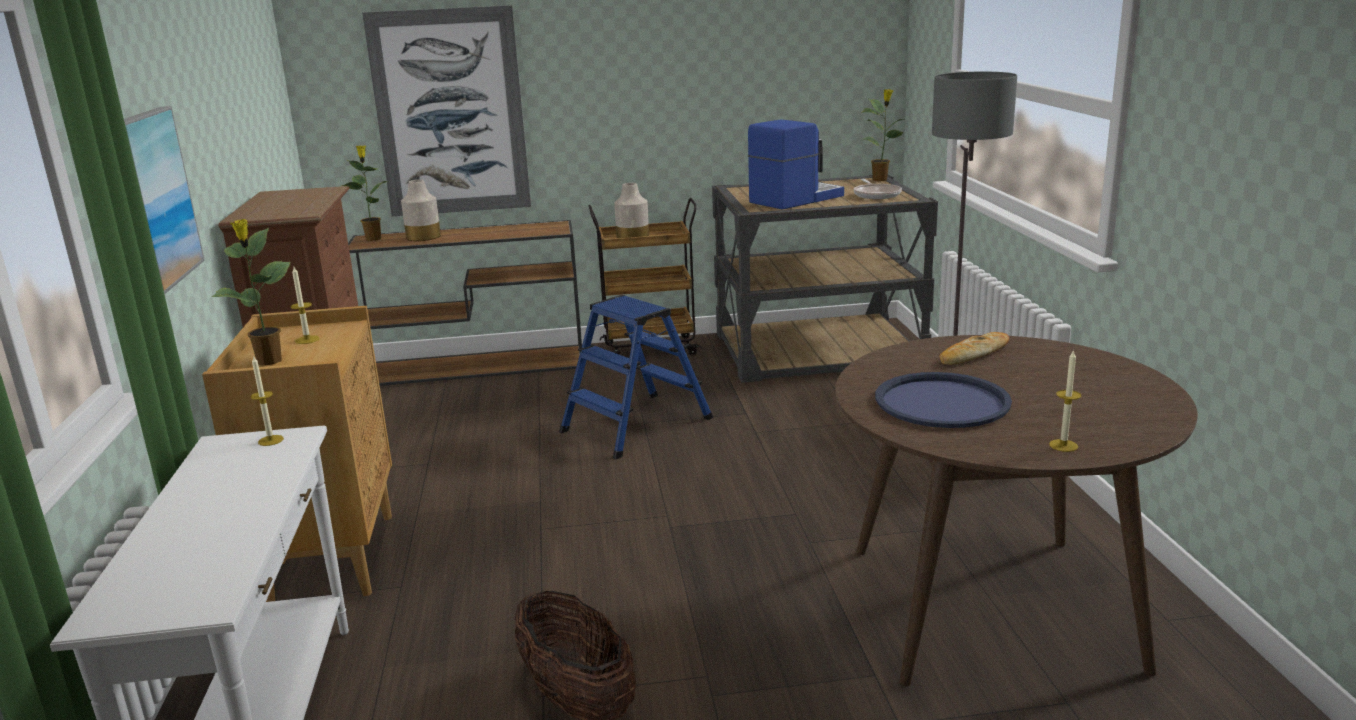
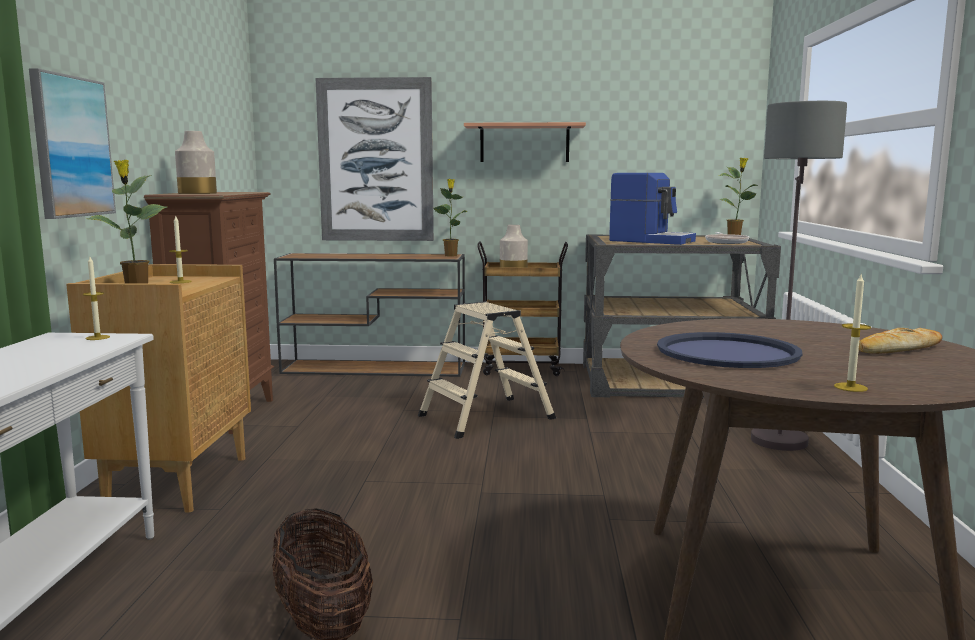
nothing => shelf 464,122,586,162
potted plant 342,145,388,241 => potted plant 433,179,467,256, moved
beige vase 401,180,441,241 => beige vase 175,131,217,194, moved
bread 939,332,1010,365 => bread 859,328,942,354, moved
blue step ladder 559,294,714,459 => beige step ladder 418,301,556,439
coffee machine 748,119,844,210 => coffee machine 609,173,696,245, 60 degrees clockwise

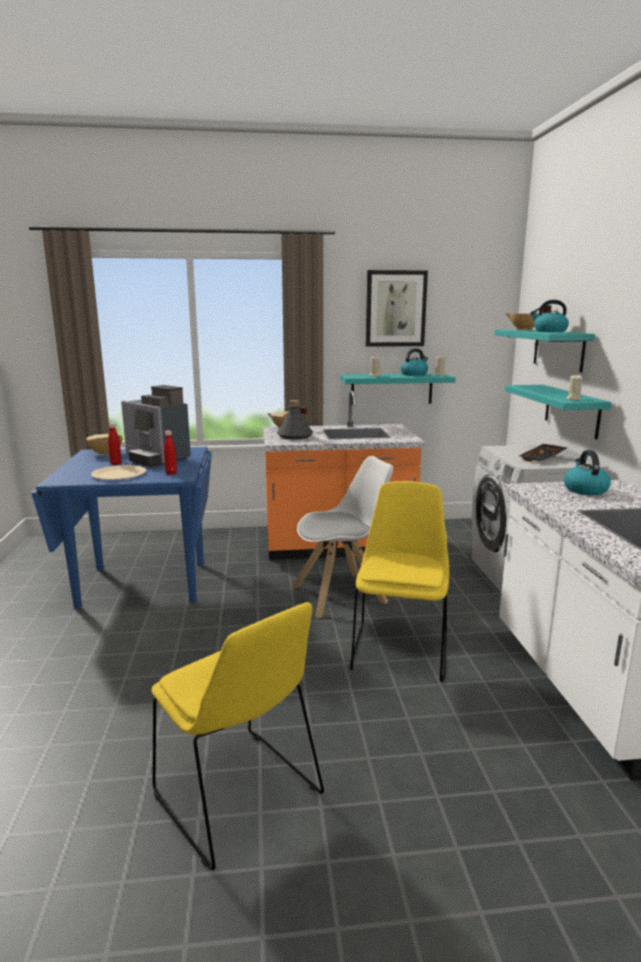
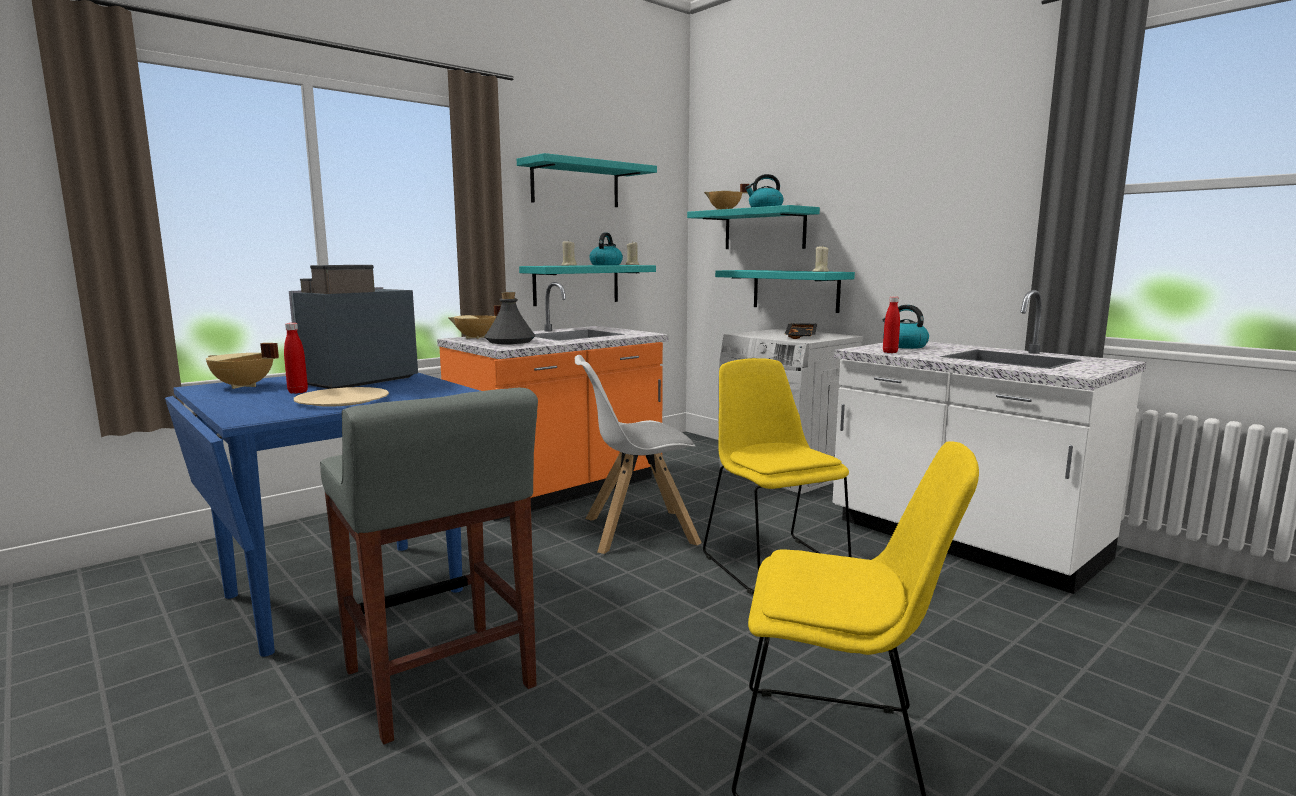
nothing => grey stool 320,388,538,744
red bottle 164,430,177,475 => red bottle 883,297,900,353, moved
picture 366,270,428,347 => turquoise shelf 517,153,657,207
coffee machine 121,385,191,467 => coffee machine 289,265,418,389, 120 degrees clockwise
chair 292,456,394,618 => chair 575,355,702,554, 135 degrees counterclockwise

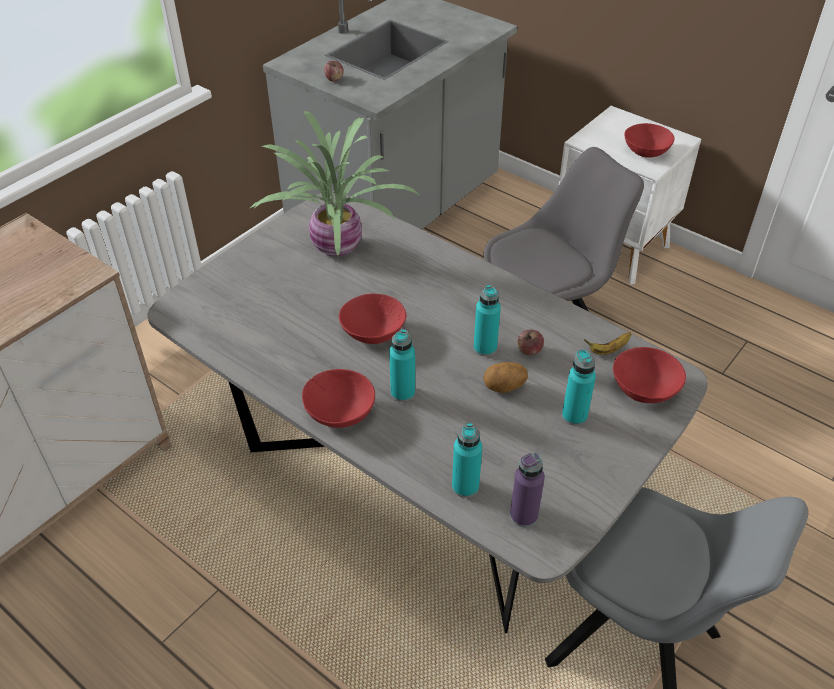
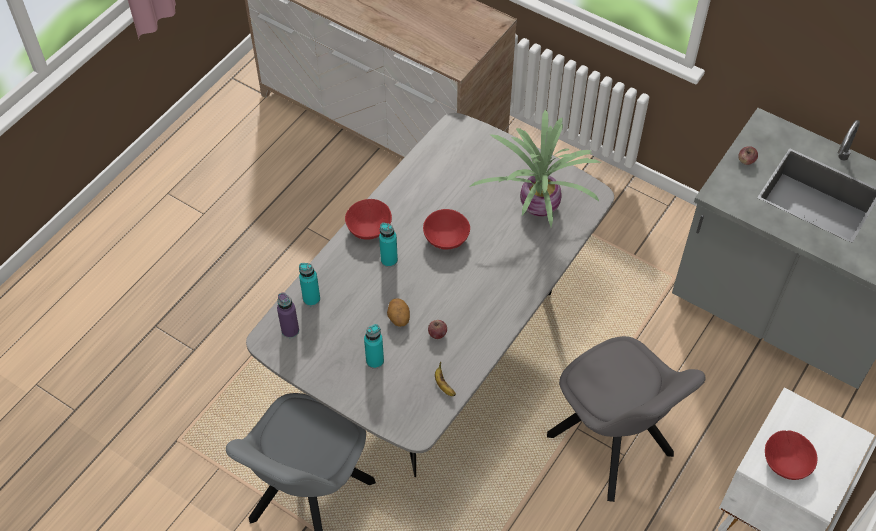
turquoise bottle 474,285,501,356 => nothing
red bowl 613,347,686,403 => nothing

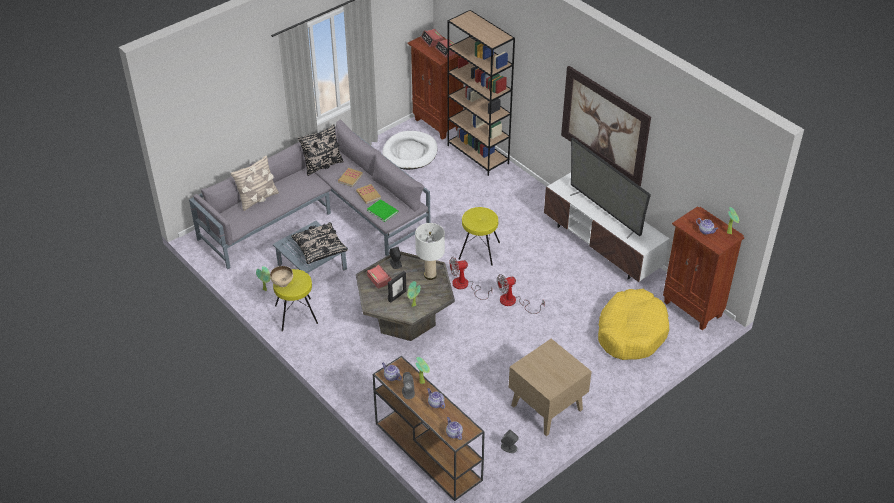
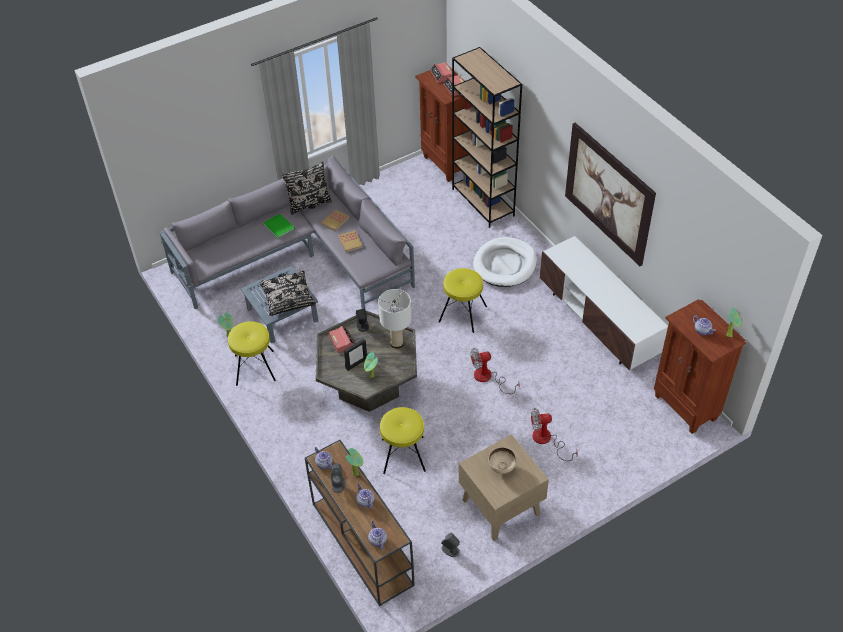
beige pillow 231,156,279,211 => nothing
television 570,138,651,239 => nothing
yellow dog bed 598,289,669,360 => nothing
nothing => yellow stool 380,407,426,474
beige bowl 270,266,293,287 => beige bowl 488,447,516,474, moved
green book 367,199,399,222 => green book 263,214,295,238, moved
white dog bed 382,131,438,170 => white dog bed 473,237,537,287, moved
fan 449,257,492,300 => fan 531,408,578,461, moved

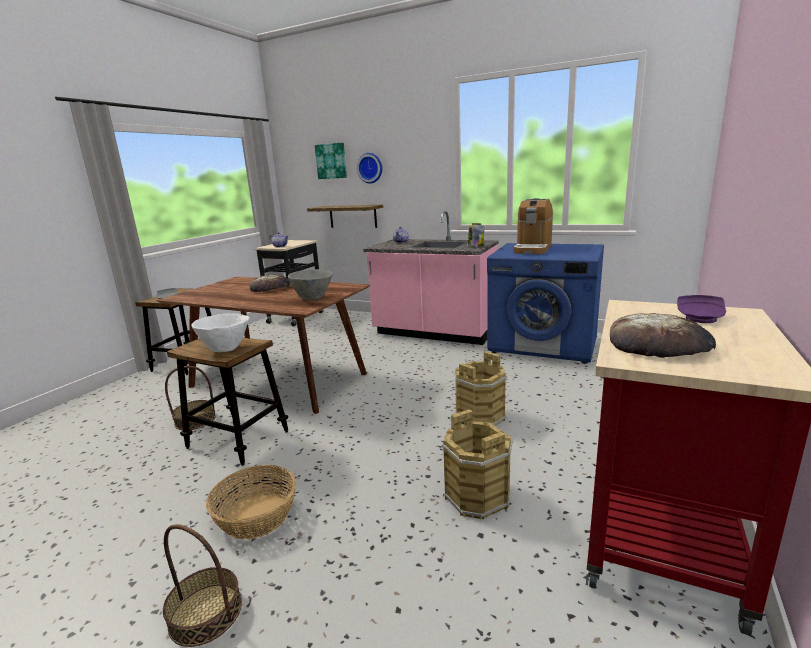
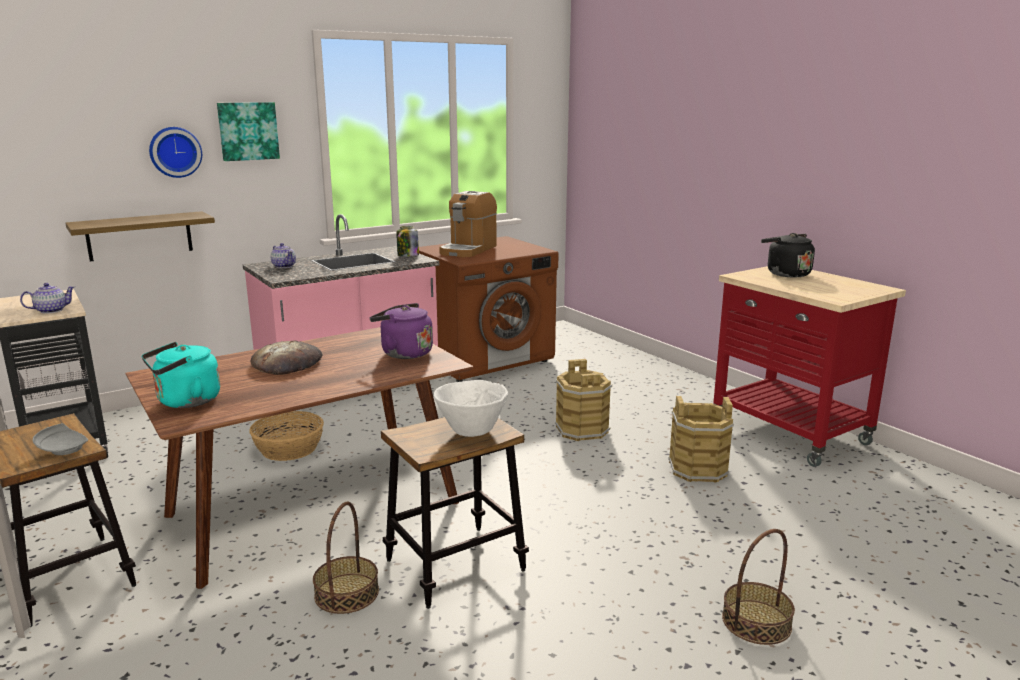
bread 610,313,716,358 => nothing
nothing => turquoise kettle 142,342,220,408
basket 206,465,296,539 => basket 249,411,324,461, moved
picture 315,143,347,179 => picture 217,102,280,161, moved
grey bowl 288,269,333,300 => purple kettle 370,303,433,359
purple plate 677,295,726,323 => black kettle 761,233,815,278
blue washing machine 487,243,604,364 => brown washing machine 419,236,559,382
coffee machine 513,198,553,254 => coffee machine 439,191,497,257, 60 degrees clockwise

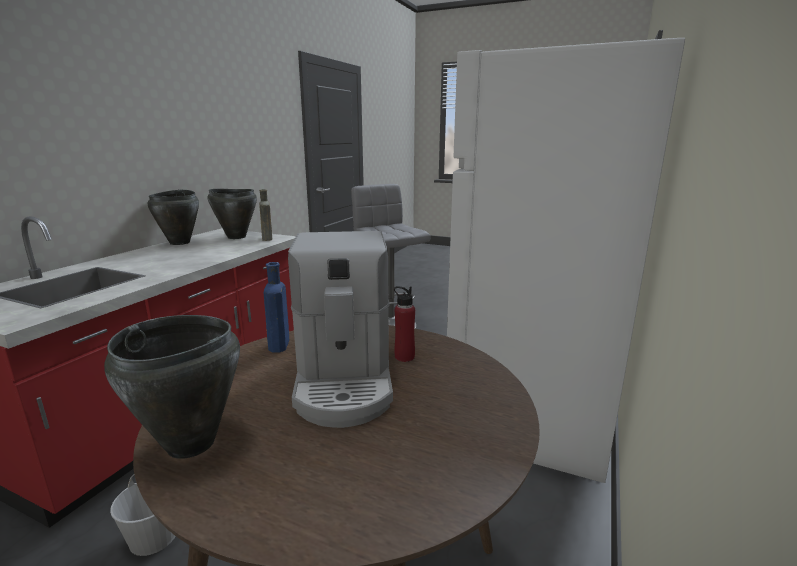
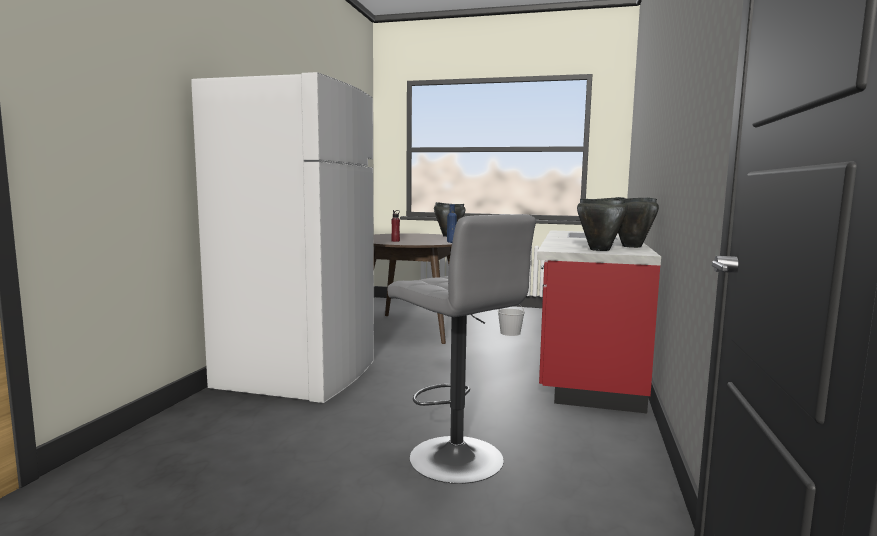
brown bottle 259,189,272,241 => nothing
coffee machine 288,231,393,428 => nothing

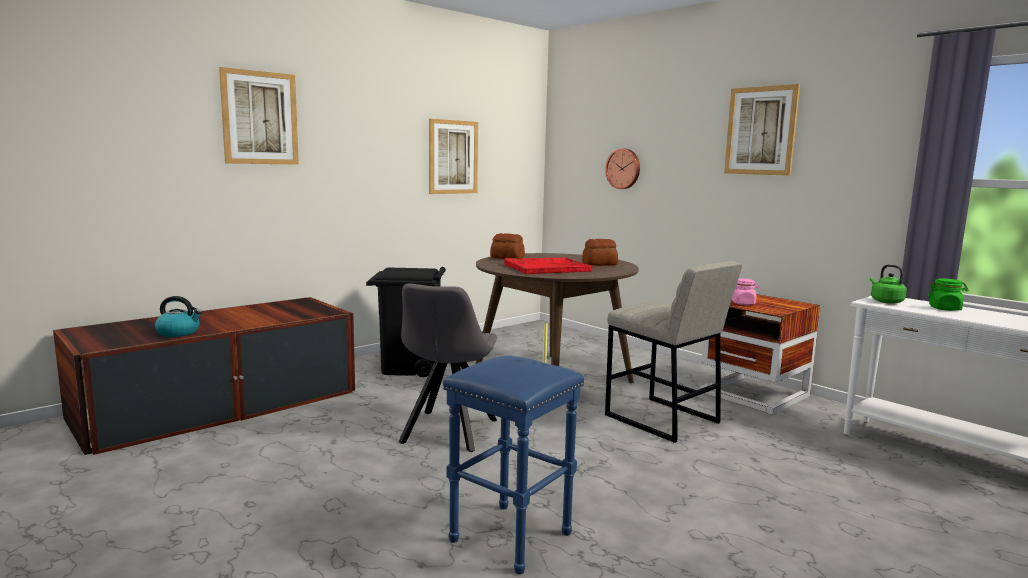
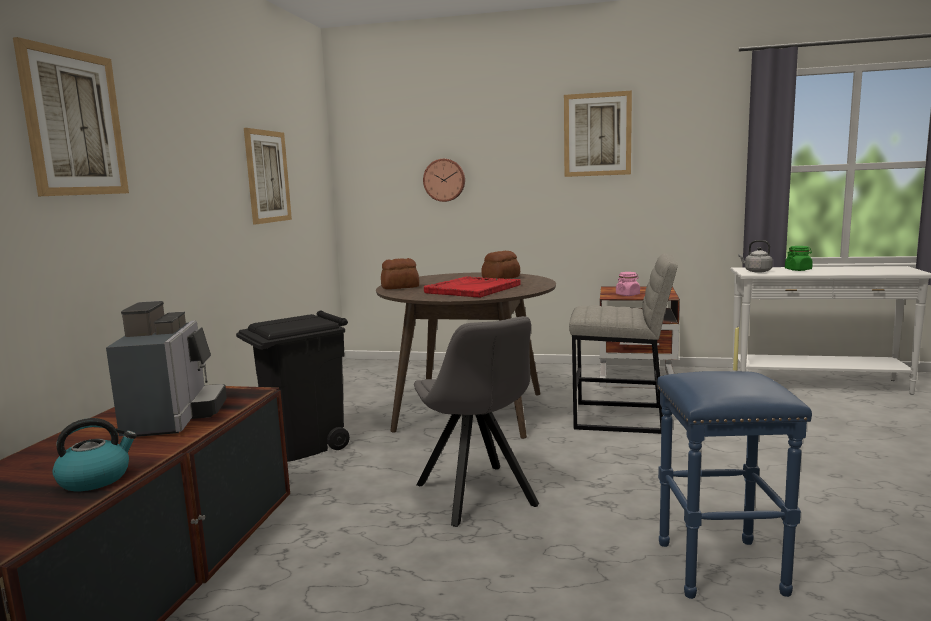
nothing => coffee machine 106,301,227,437
green kettle 870,264,907,304 => grey kettle 738,240,773,273

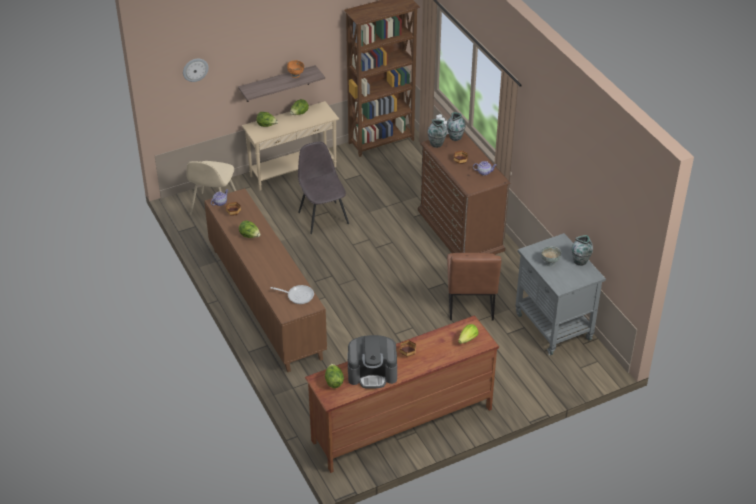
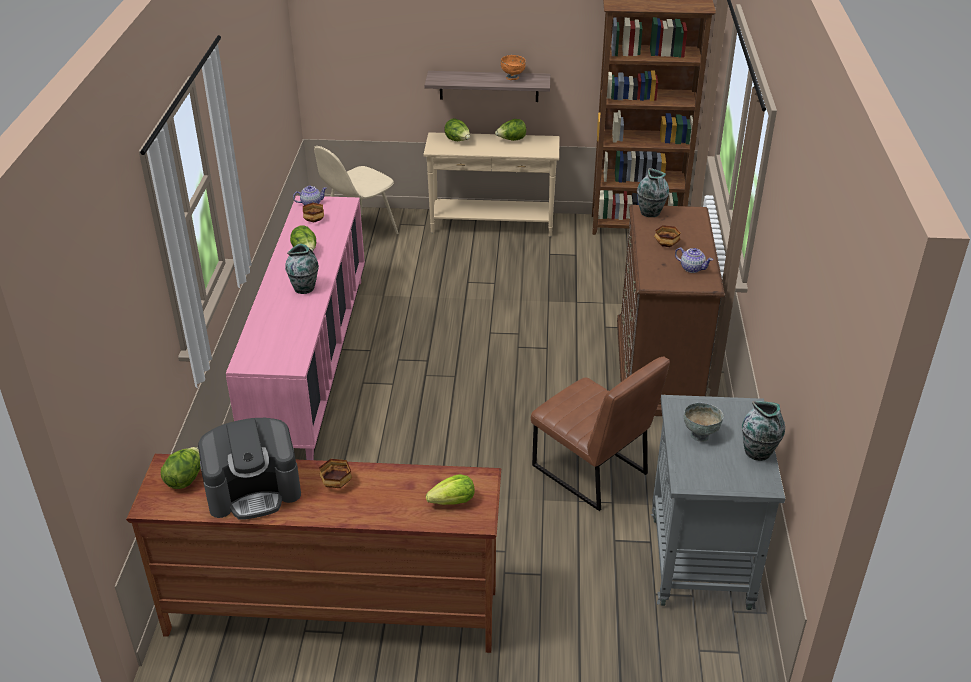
wall clock 183,59,209,82 => nothing
frying pan 270,285,314,304 => nothing
grey chair 298,142,349,234 => nothing
vase 446,112,466,141 => vase 285,244,319,294, moved
brown cabinet 205,188,327,372 => pink cabinet 226,196,365,460
coffee machine 347,335,397,389 => coffee machine 198,418,301,520, 45 degrees counterclockwise
brown chair 447,253,501,321 => brown chair 531,357,670,511, 75 degrees counterclockwise

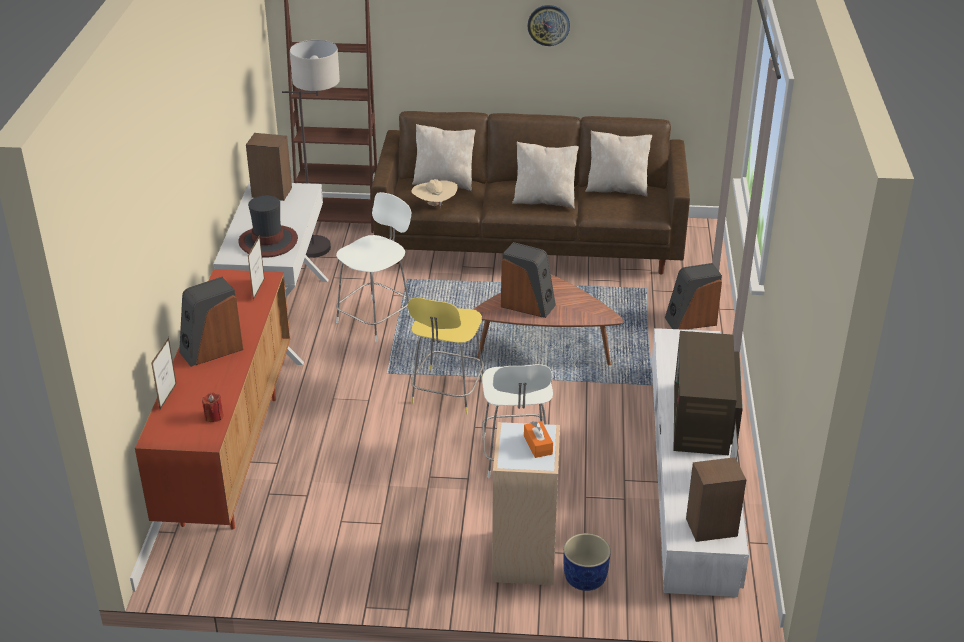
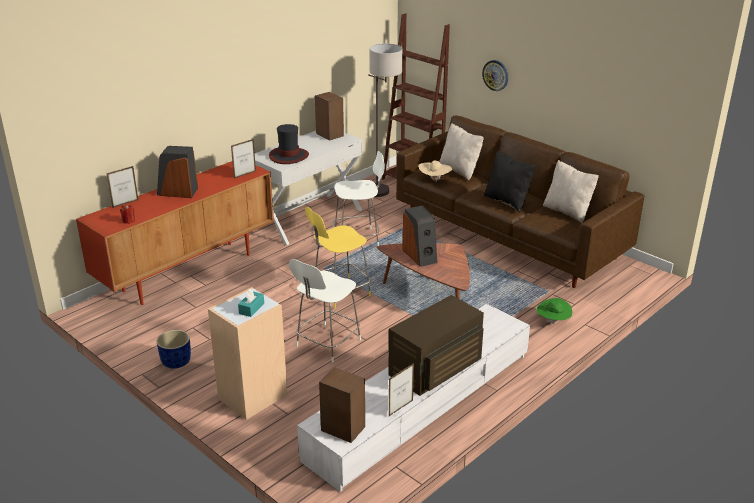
wall clock 528,5,570,46 => wall clock 482,60,508,91, moved
blue planter 564,533,611,591 => blue planter 157,330,191,369, moved
speaker 665,263,722,330 => green hat 537,298,573,324
beige pillow 512,142,579,209 => black pillow 484,151,535,212
orange tissue box 524,421,553,458 => turquoise tissue box 238,289,264,317

